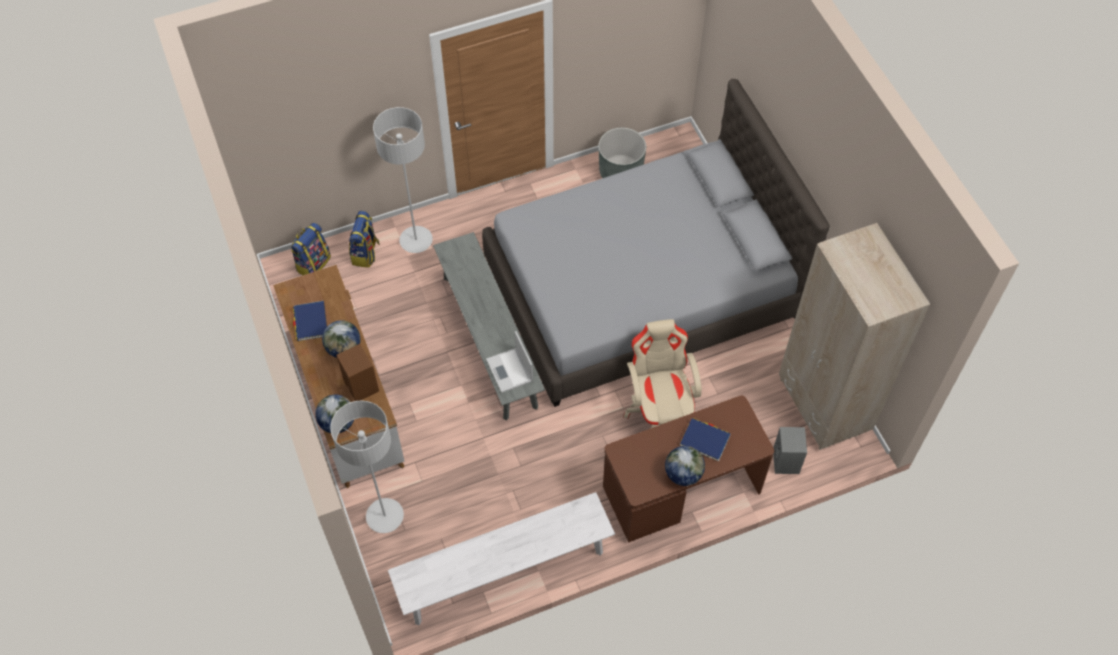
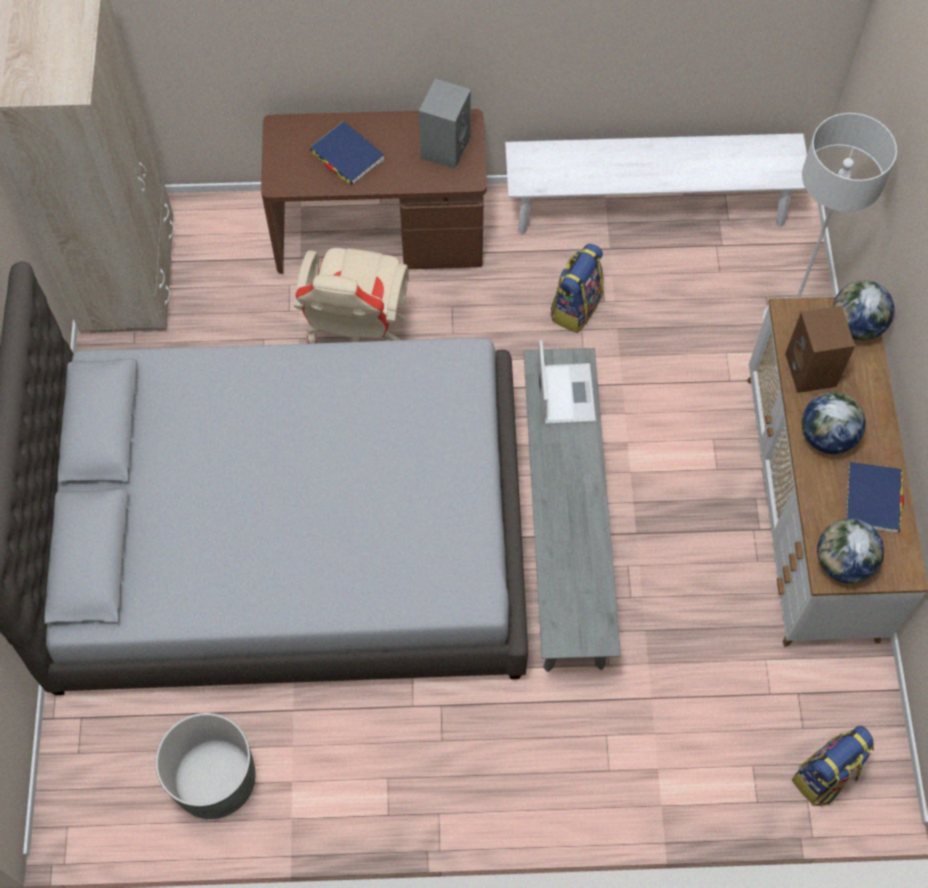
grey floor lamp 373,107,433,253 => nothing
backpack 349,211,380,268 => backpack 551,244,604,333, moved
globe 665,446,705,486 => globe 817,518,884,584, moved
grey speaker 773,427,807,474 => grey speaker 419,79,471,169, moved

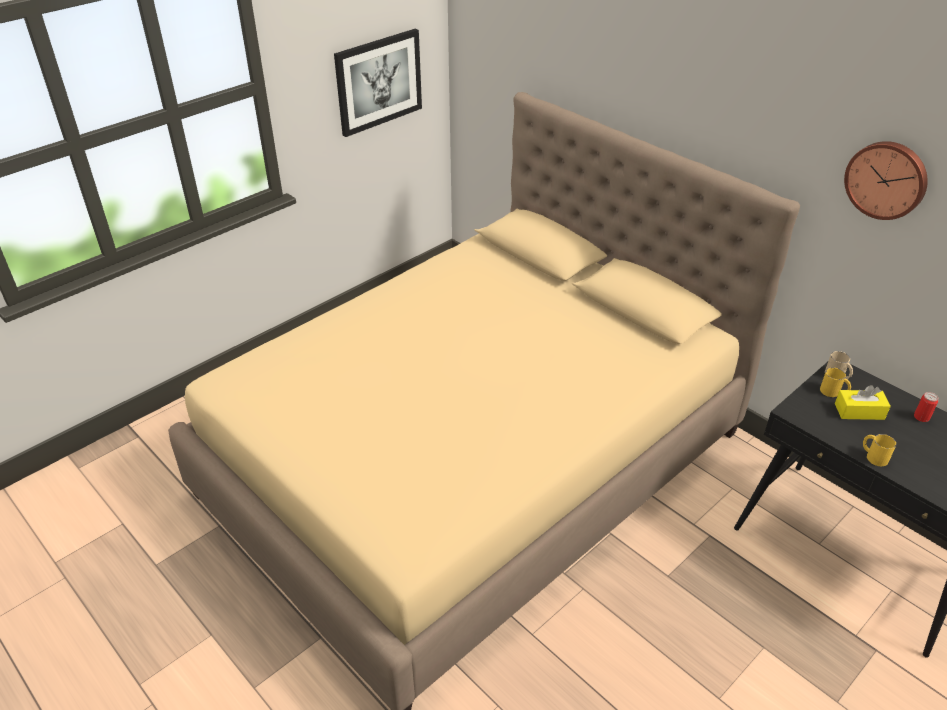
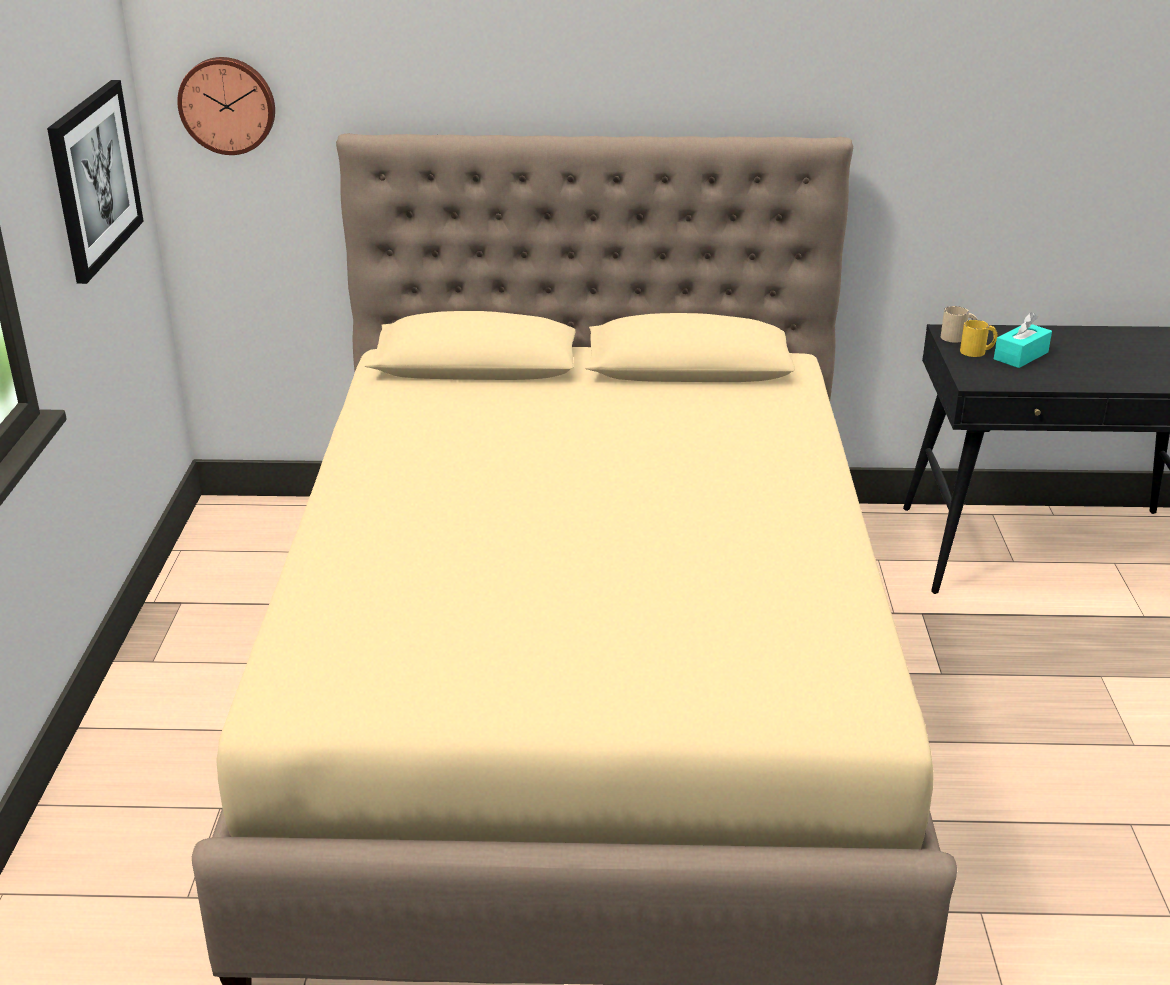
yellow mug 863,434,896,466 => nothing
can 914,392,938,422 => nothing
wall clock 844,141,928,220 => wall clock 177,57,275,155, moved
yellow tissue box 835,385,891,420 => turquoise tissue box 994,313,1052,368

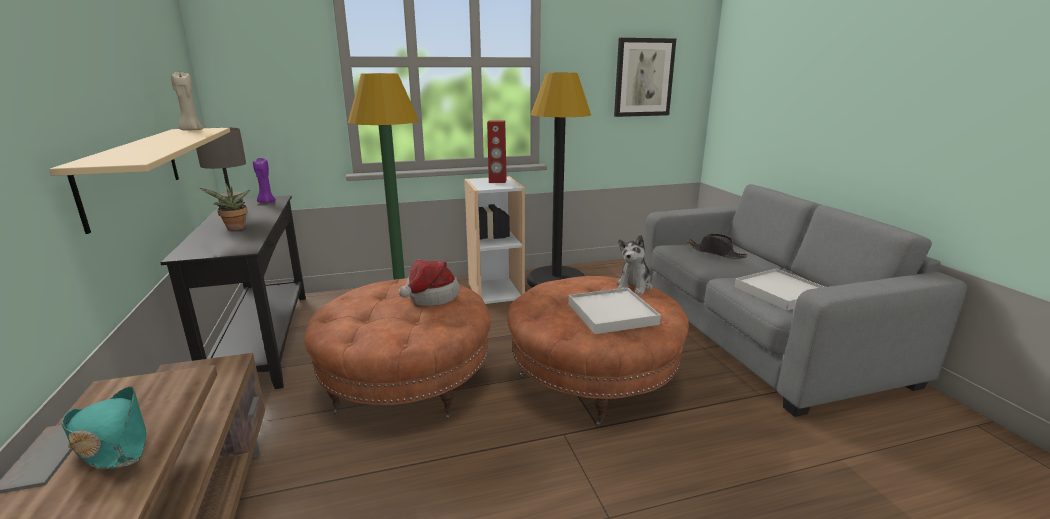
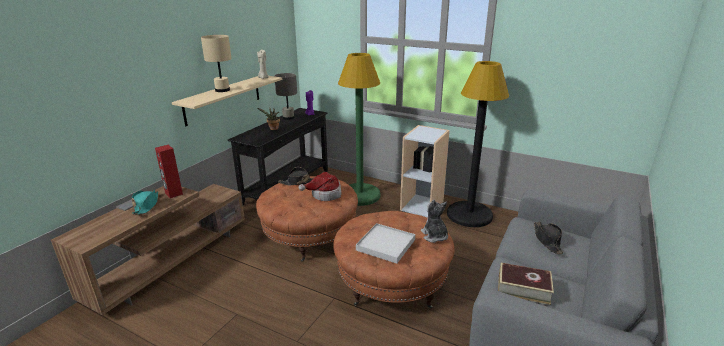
picture 614,38,676,117 => nothing
nothing => beige table lamp 201,35,231,92
nothing => black hat 278,167,314,186
red speaker 487,120,507,183 => red speaker 155,145,183,198, moved
white tray 734,268,825,311 => book 498,263,554,305
plush toy 617,235,653,295 => plush toy 421,200,448,243, 90 degrees clockwise

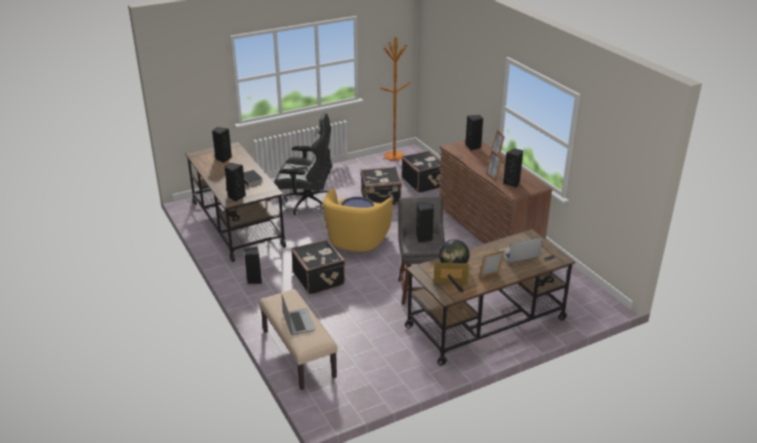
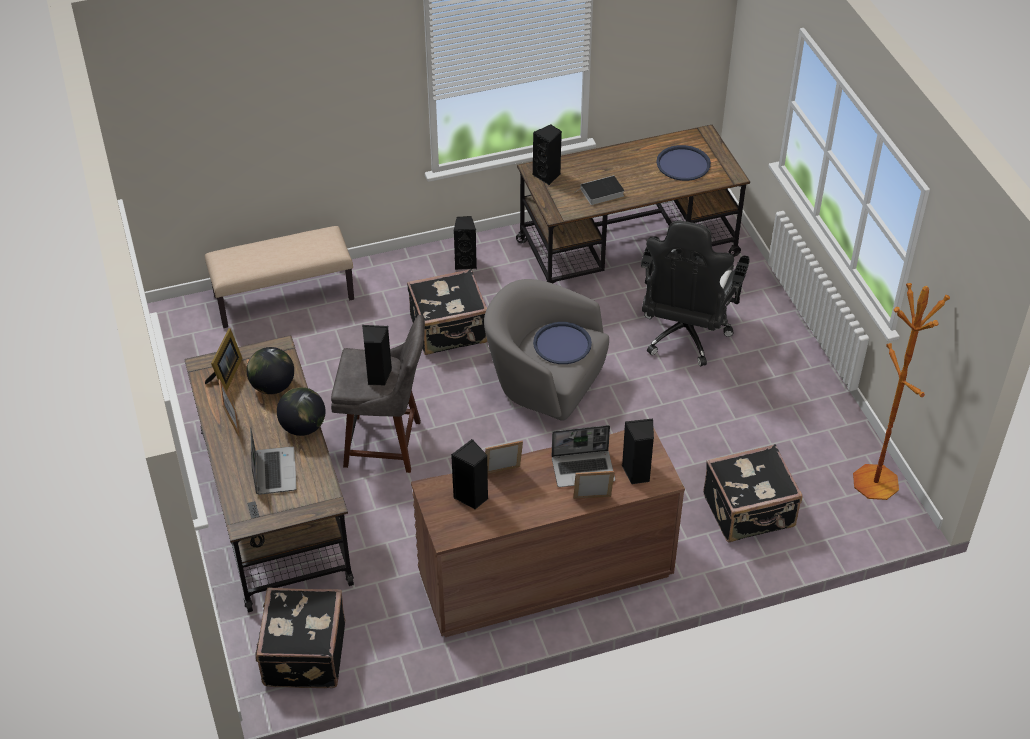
nothing => globe 277,387,325,436
laptop 282,295,316,335 => laptop 552,425,615,487, moved
black suitcase 360,166,402,205 => black suitcase 255,588,345,688, moved
black speaker 212,127,232,163 => blue tray 656,145,711,181
yellow armchair 323,189,393,252 => grey armchair 484,279,609,421

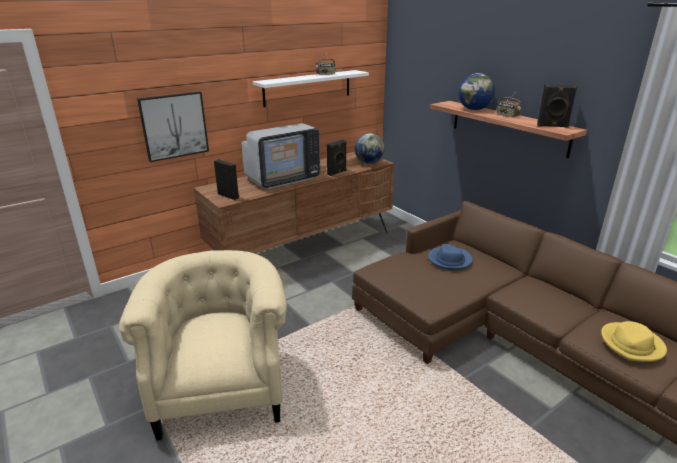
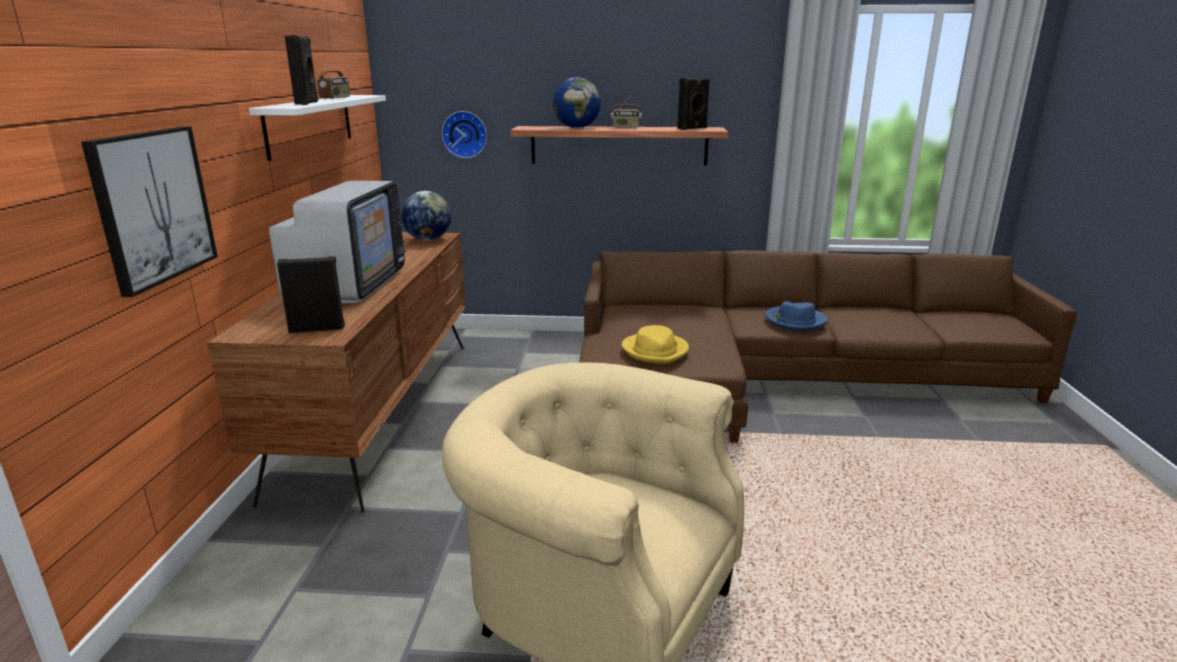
nothing => wall clock 442,111,487,158
black speaker 327,140,347,176 => black speaker 285,35,318,105, moved
blue hat 428,244,473,270 => blue hat 765,301,828,331, moved
yellow hat 601,321,667,362 => yellow hat 622,325,689,364, moved

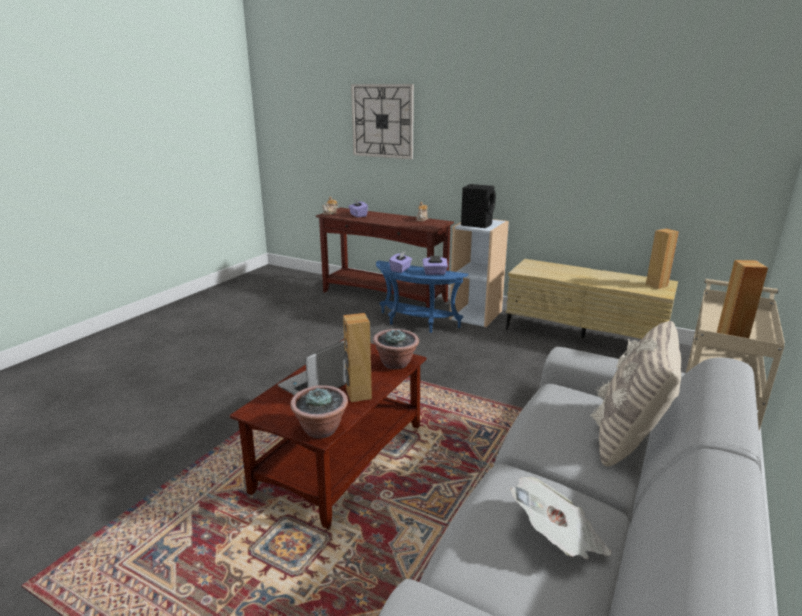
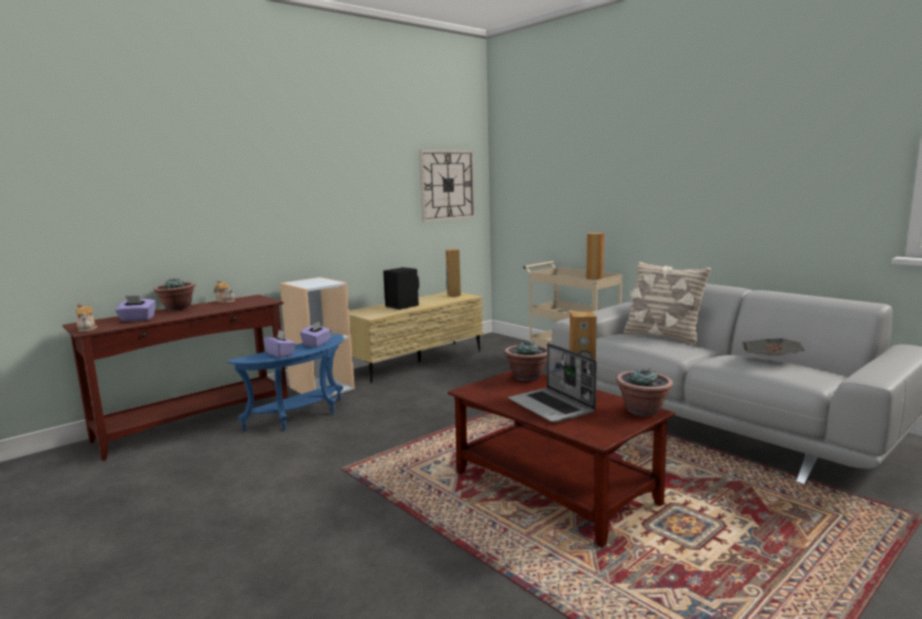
nothing => potted plant 154,278,195,311
wall clock 351,84,414,159 => wall clock 419,150,475,222, moved
black speaker 461,184,496,228 => black speaker 383,267,419,310, moved

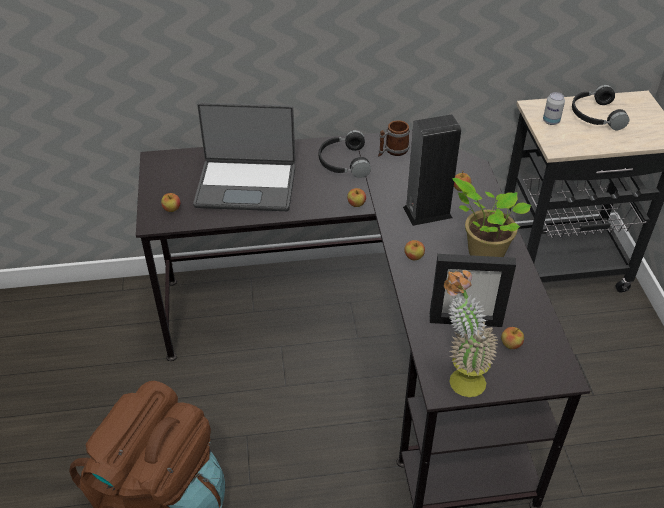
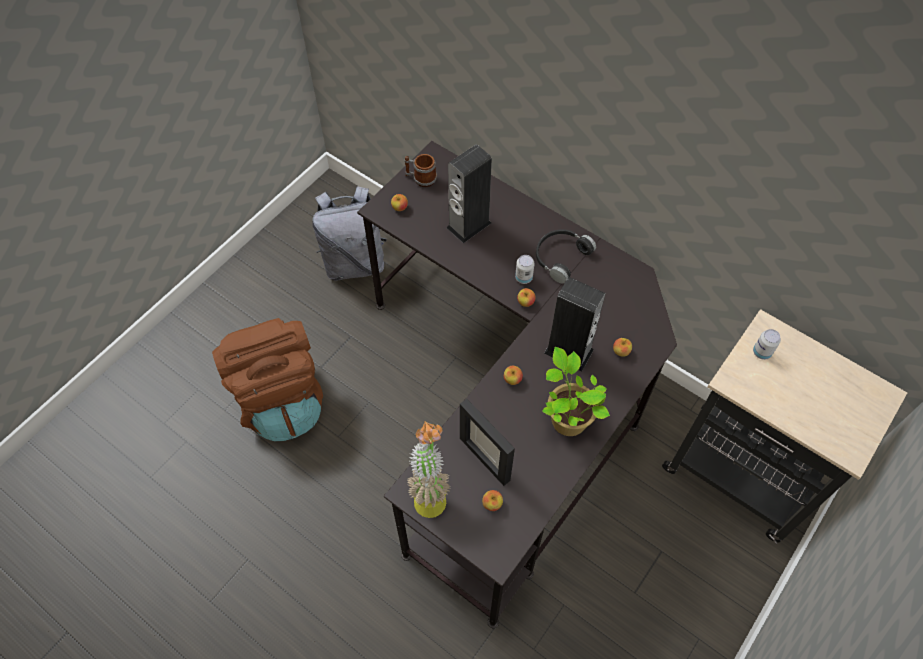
black headphones 572,85,629,130 => nothing
nothing => grey backpack 312,186,387,281
nothing => can 515,255,535,284
mug 378,120,410,156 => mug 405,154,437,187, moved
laptop 193,102,295,211 => speaker 447,144,492,243

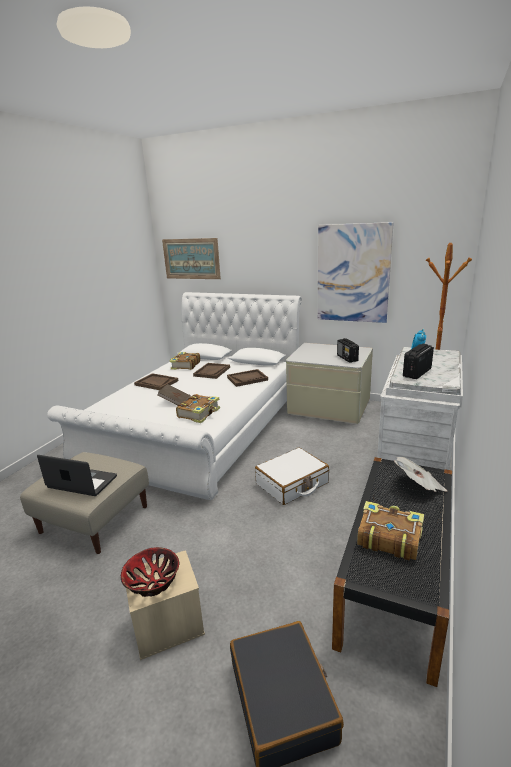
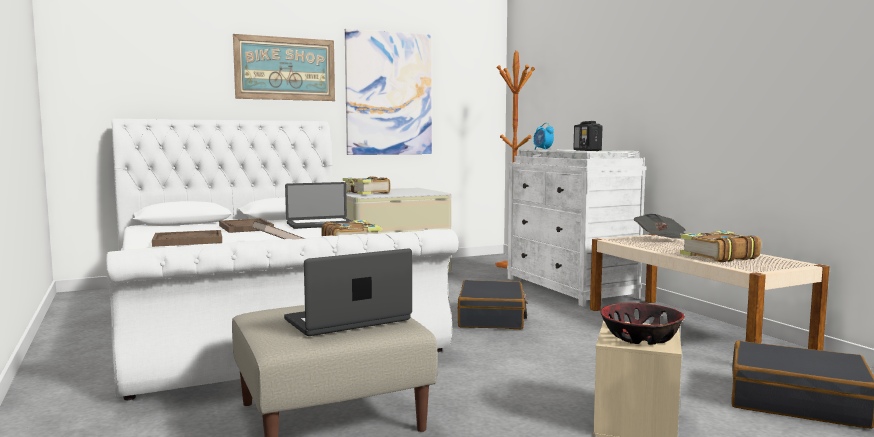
radio 337,338,359,362 => nothing
picture 162,238,221,279 => picture 233,34,335,101, moved
book 170,352,200,370 => book 343,176,391,195, moved
brown tray 227,369,268,387 => laptop 285,182,352,229
white suitcase 255,448,329,505 => black suitcase 458,280,528,329
black bench 332,457,452,687 => beige bench 590,234,829,351

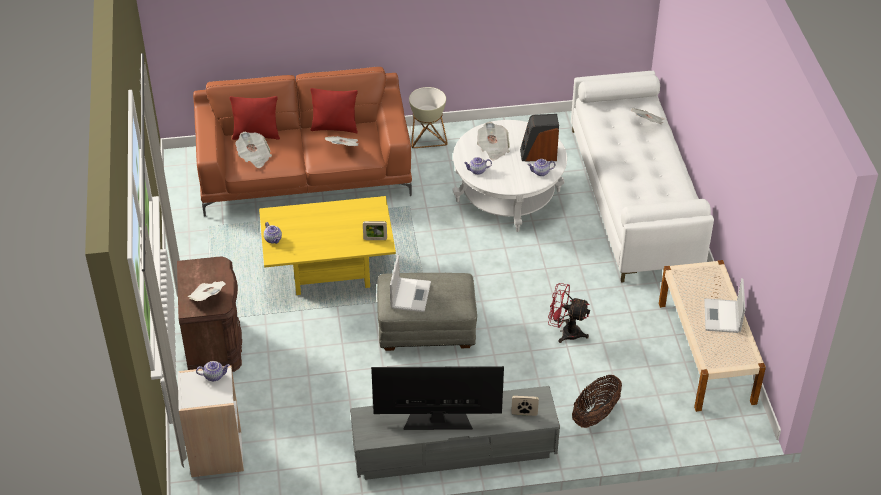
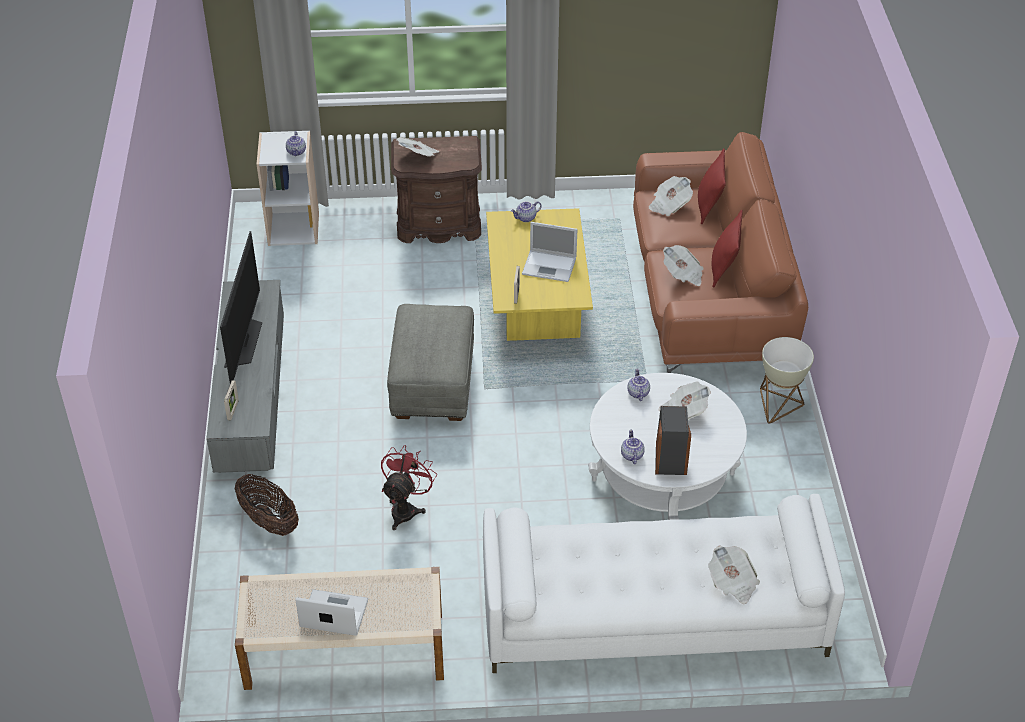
laptop 390,255,431,312 => laptop 522,222,577,282, moved

